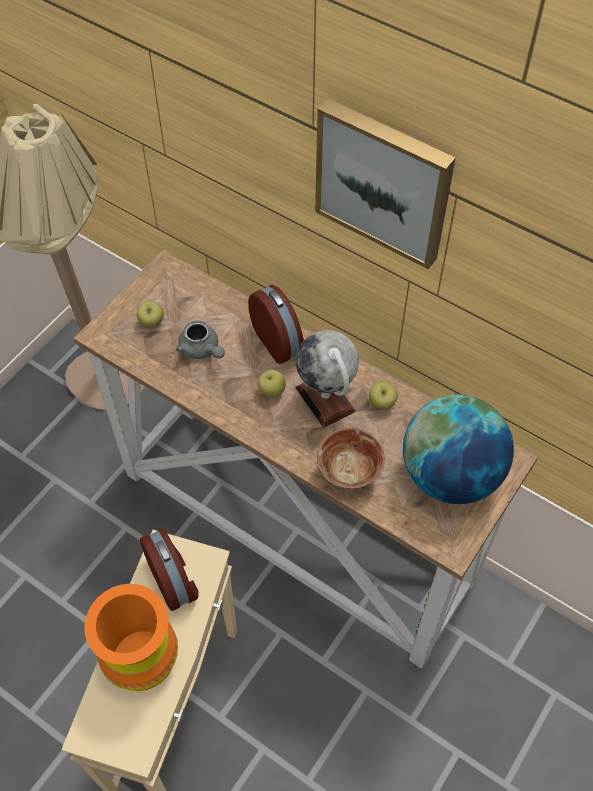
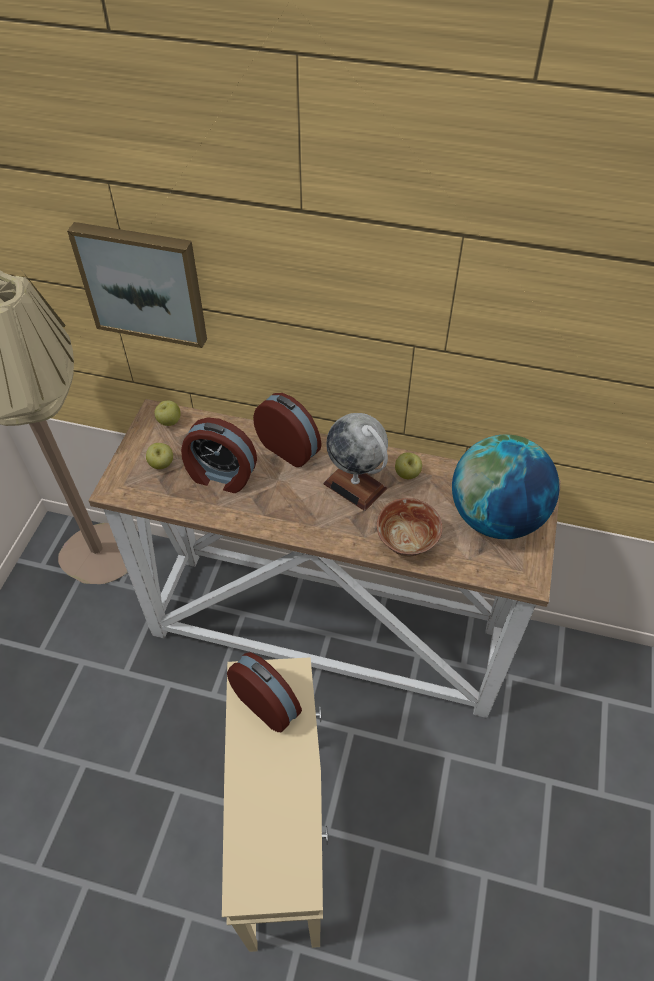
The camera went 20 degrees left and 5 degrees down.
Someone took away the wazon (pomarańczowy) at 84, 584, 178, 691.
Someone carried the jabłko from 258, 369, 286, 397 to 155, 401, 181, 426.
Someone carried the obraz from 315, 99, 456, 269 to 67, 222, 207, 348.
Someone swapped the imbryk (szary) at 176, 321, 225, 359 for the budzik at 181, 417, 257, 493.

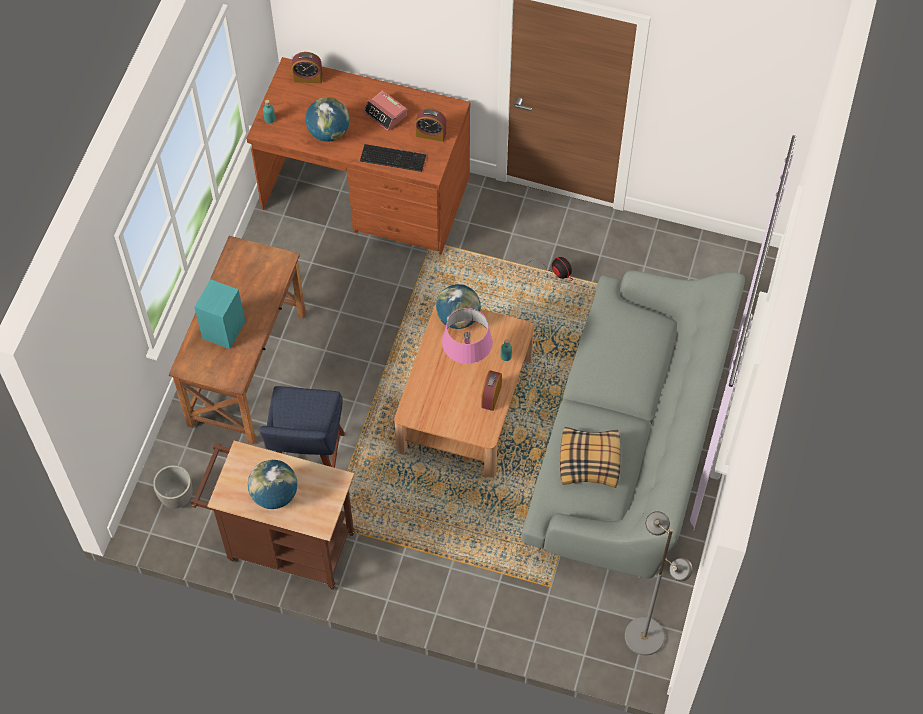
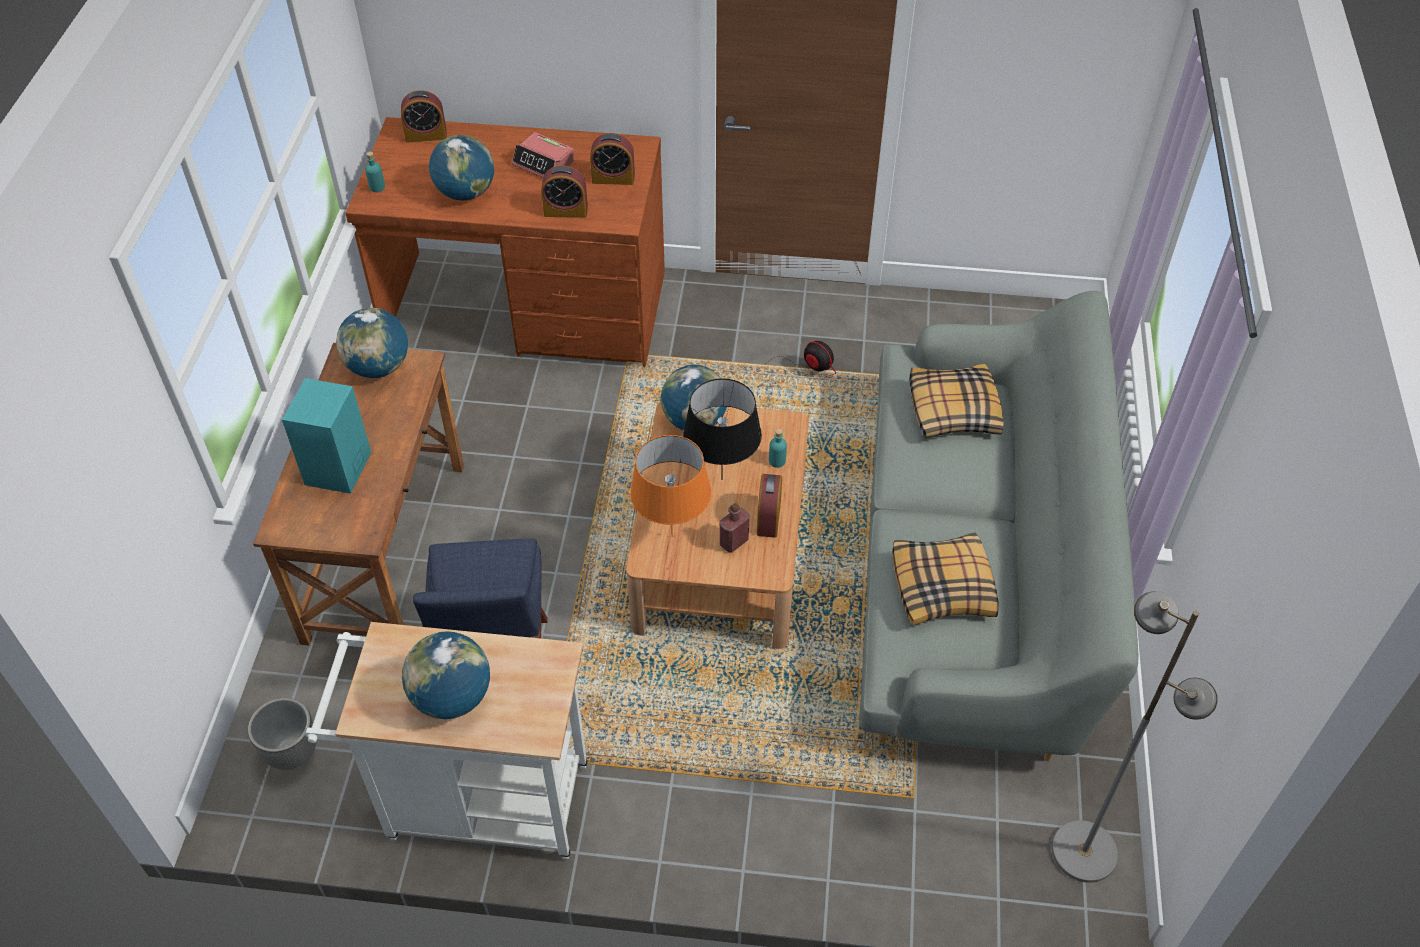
The camera went 10 degrees left and 10 degrees down.
Someone put down the globus at 336, 308, 408, 378.
Someone put down the lampa stołowa (pomarańczowy) at 630, 435, 711, 537.
Someone put down the butelka (czerwony) at 719, 503, 750, 553.
Someone put down the poduszka at 909, 364, 1004, 439.
Someone swapped the klawiatura at 360, 144, 426, 172 for the budzik at 541, 165, 588, 218.
Someone repainted the wózek (brązowy) at 190, 441, 354, 590, which became the wózek (biały) at 305, 622, 587, 859.
Someone repainted the lampa stołowa (różowy) at 442, 308, 493, 365, which became the lampa stołowa (czarny) at 683, 378, 762, 480.

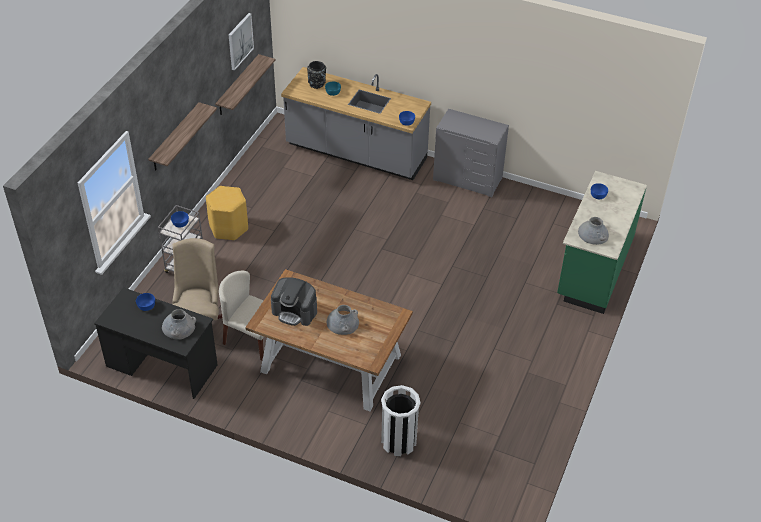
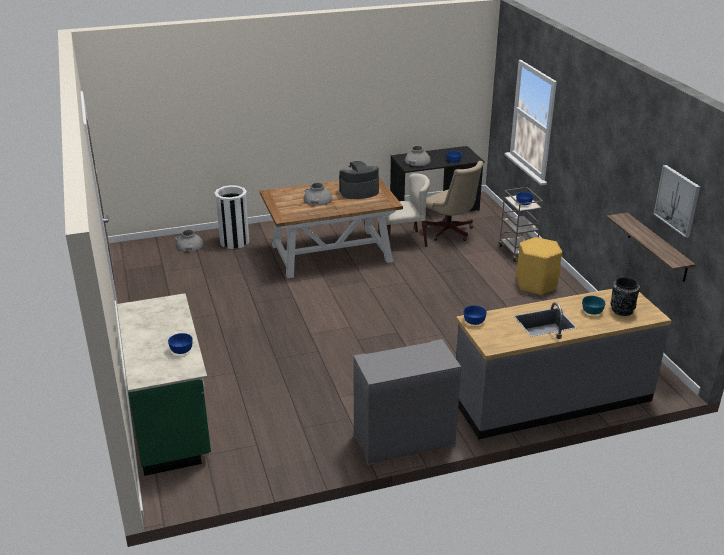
The camera went 140 degrees right and 15 degrees down.
Someone took away the półka at 148, 102, 217, 171.
Someone carried the wazon (szary) from 578, 217, 609, 245 to 175, 229, 204, 252.

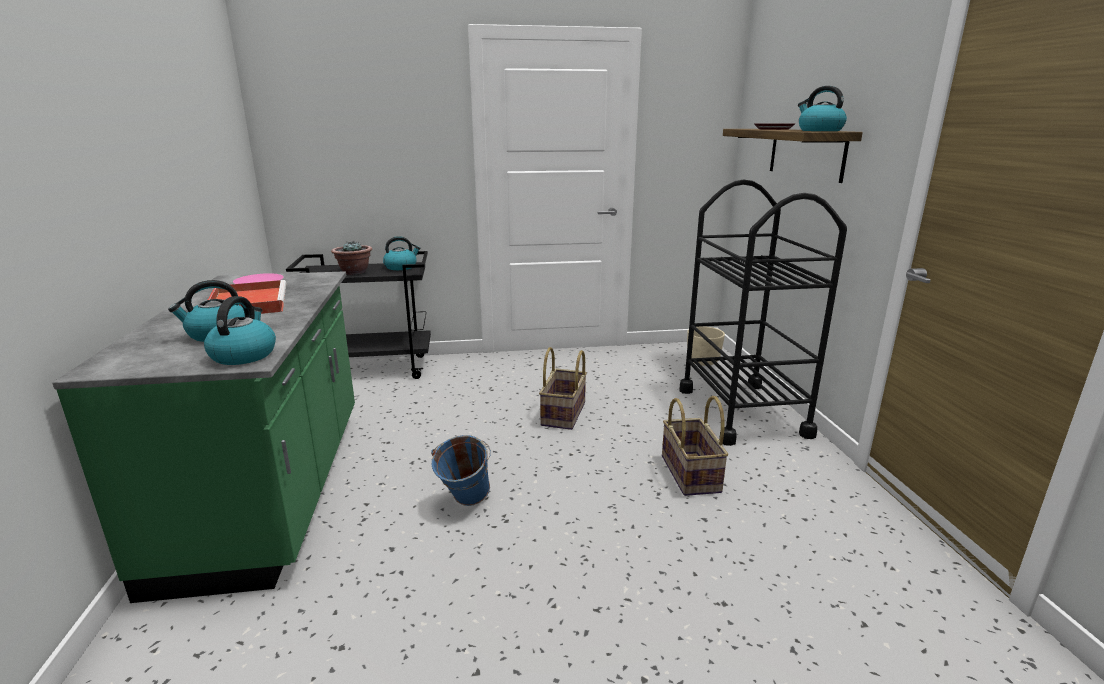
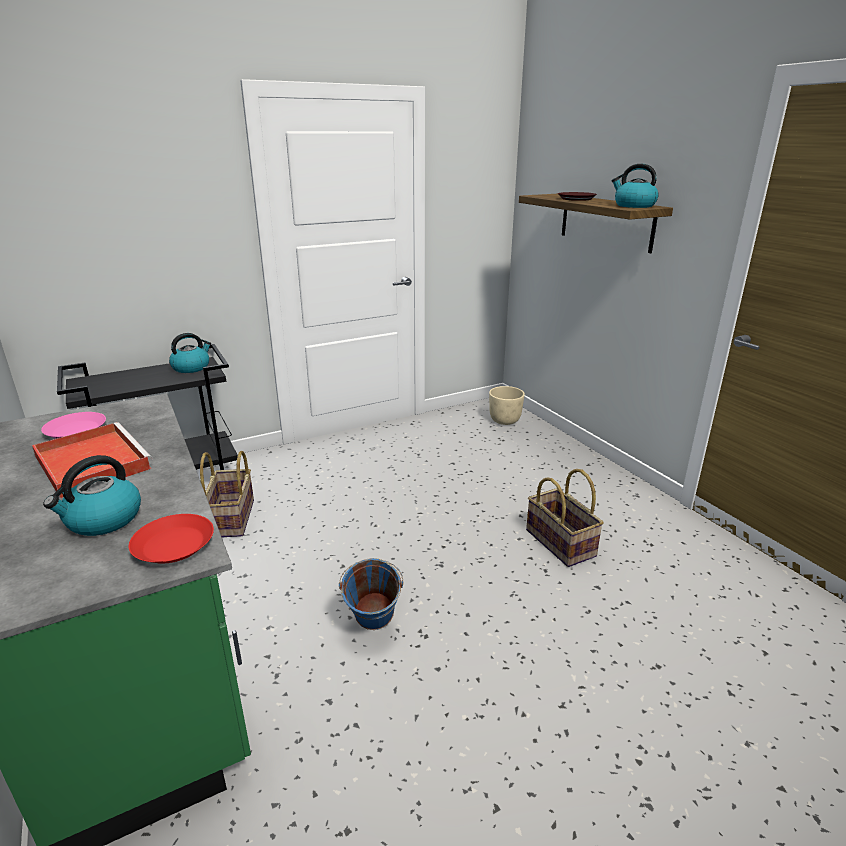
The camera went 20 degrees left and 5 degrees up.
Someone took away the roślina doniczkowa at 331, 240, 372, 275.
Someone took away the wózek (czarny) at 679, 180, 847, 446.
Someone carried the koszyk from 539, 347, 587, 430 to 200, 451, 254, 537.
Someone swapped the czajnik at 204, 296, 276, 365 for the talerz (czerwony) at 129, 514, 214, 563.

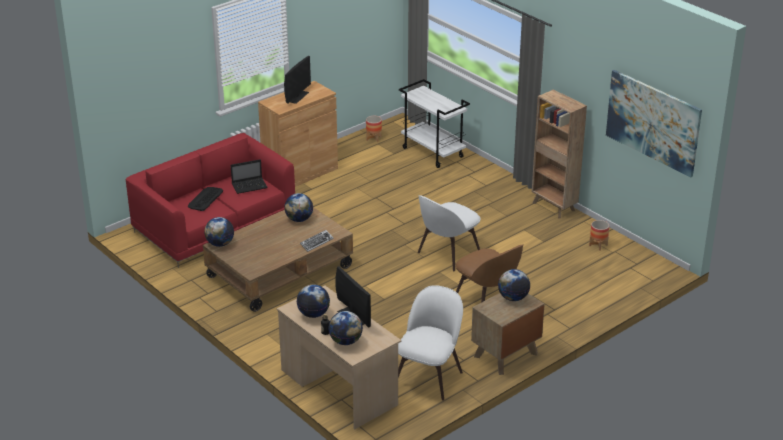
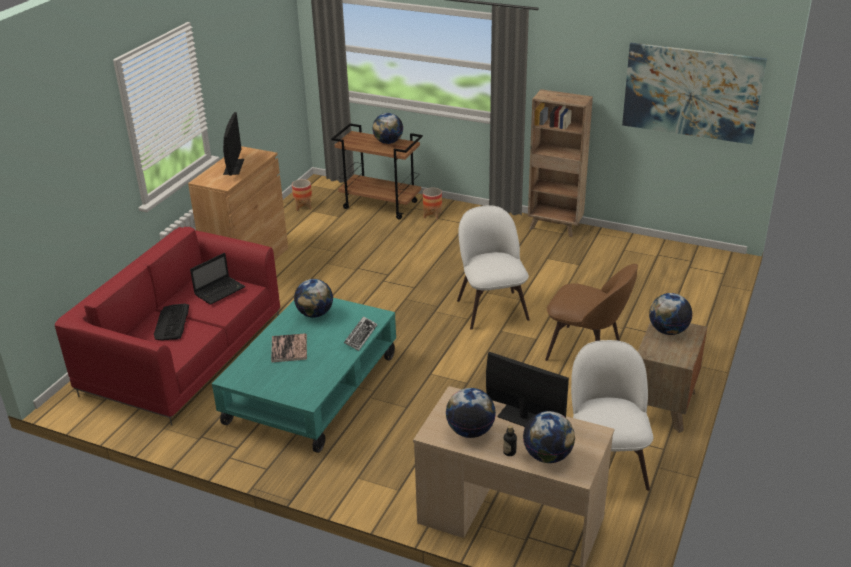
The camera went 25 degrees left and 0 degrees up.
Someone put down the książka at 271, 333, 307, 362.
Someone carried the globus from 204, 217, 234, 247 to 372, 113, 403, 144.
Someone carried the donica from 589, 220, 609, 251 to 423, 188, 442, 220.
Someone repainted the ława (brązowy) at 203, 207, 353, 312, which became the ława (turkusowy) at 212, 298, 396, 453.
Someone repainted the wózek (biały) at 399, 79, 470, 168, which became the wózek (brązowy) at 331, 123, 423, 220.
Someone rotated the krzesło (biały) at 418, 195, 480, 271 by 150 degrees clockwise.

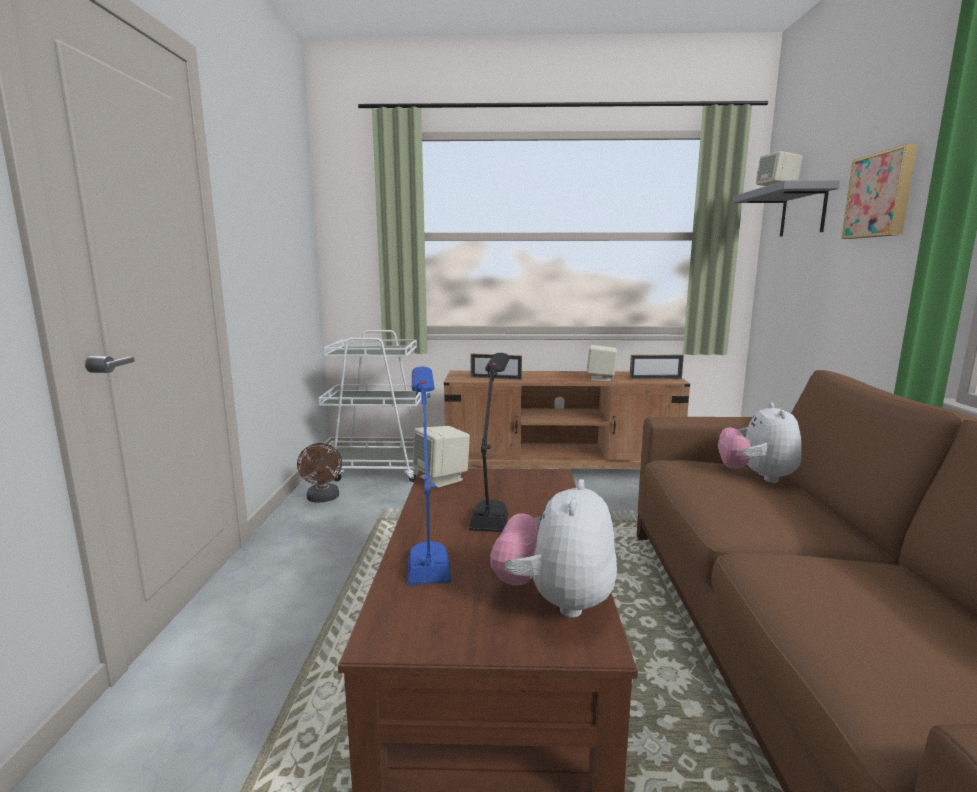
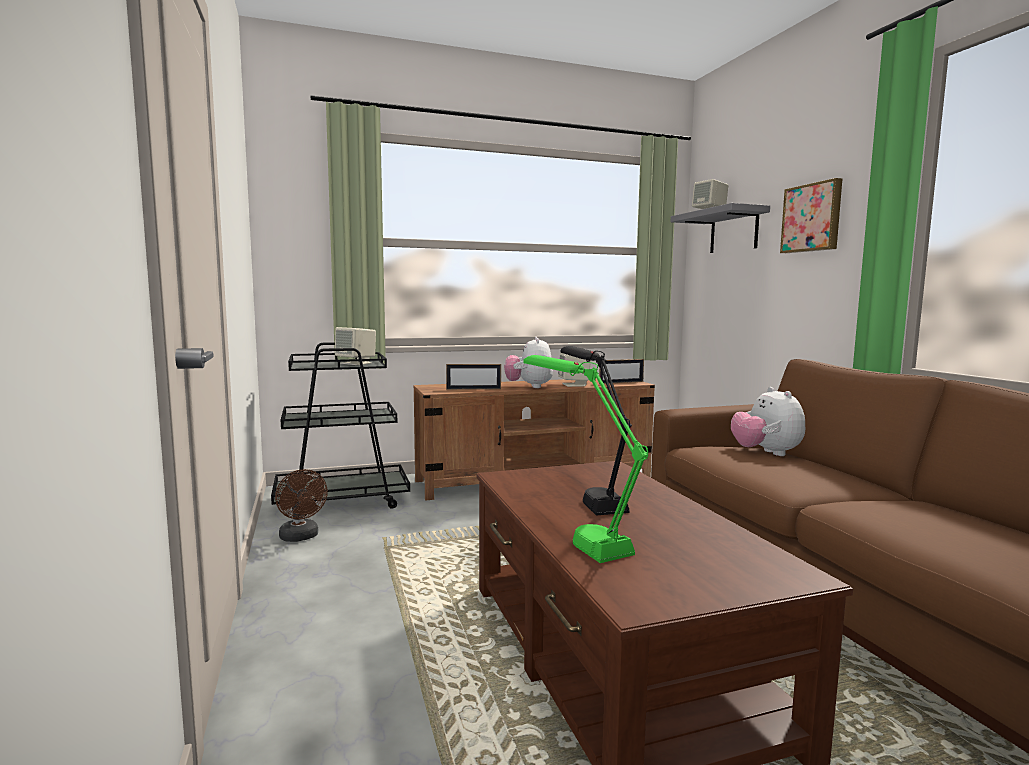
The camera went 20 degrees left and 5 degrees down.
Someone carried the głośnik (beżowy) from 413, 426, 470, 488 to 335, 327, 376, 365.
Someone carried the pluszak from 490, 479, 617, 618 to 504, 337, 553, 388.
Someone repainted the wózek (biały) at 319, 330, 422, 482, which became the wózek (czarny) at 271, 342, 410, 516.
Someone repainted the lampa stołowa (niebieski) at 408, 367, 451, 585, which became the lampa stołowa (zielony) at 523, 355, 648, 563.

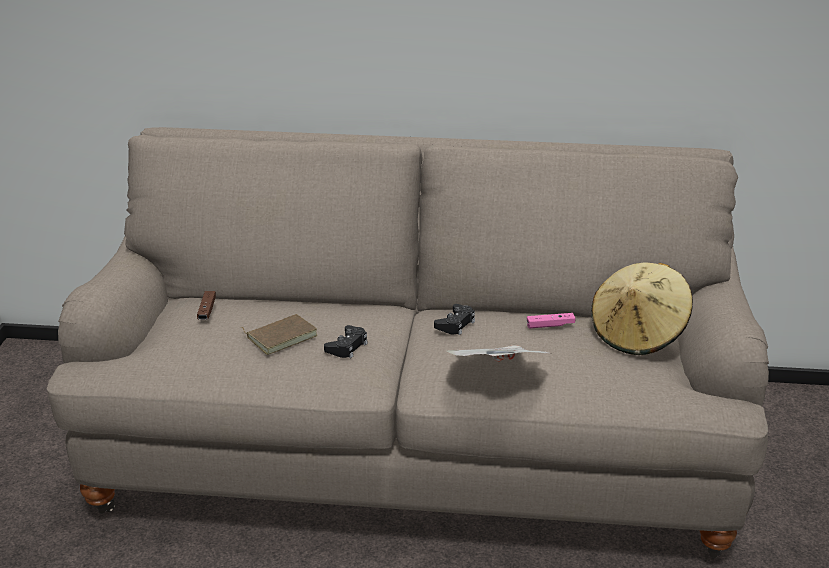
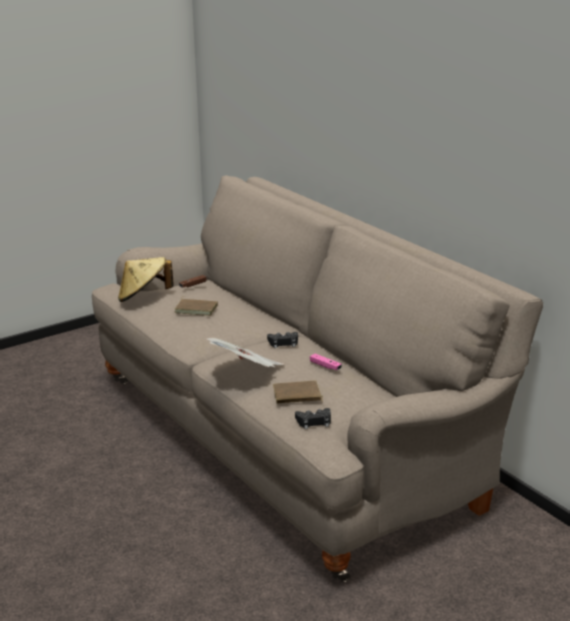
The camera went 50 degrees right and 5 degrees down.
Someone put down the książka (brązowy) at 273, 380, 323, 404.
Someone carried the pad do gier (czarny) from 324, 325, 368, 358 to 295, 408, 331, 429.
Someone carried the kapelusz (beżowy) from 591, 263, 693, 355 to 118, 257, 174, 302.

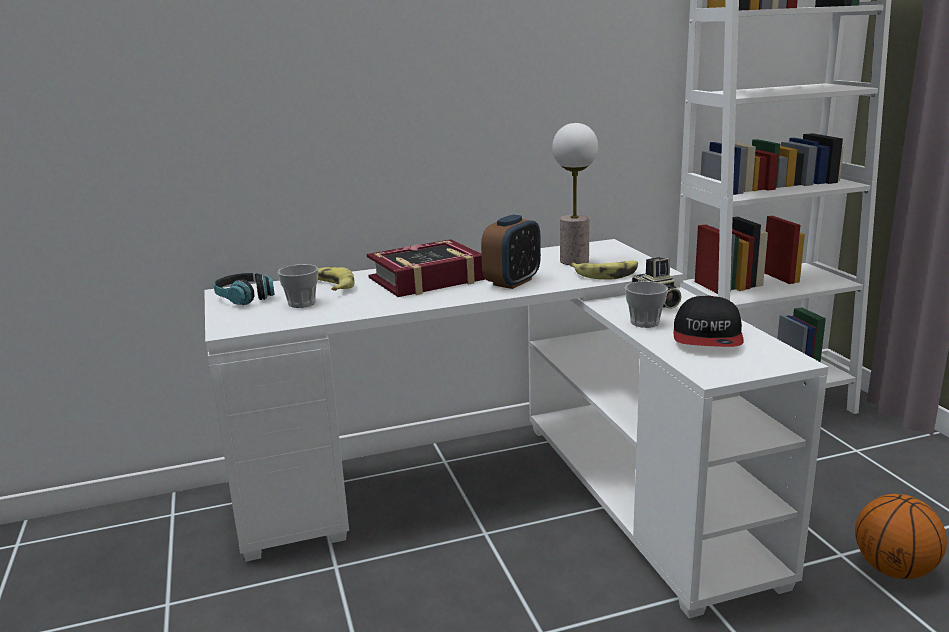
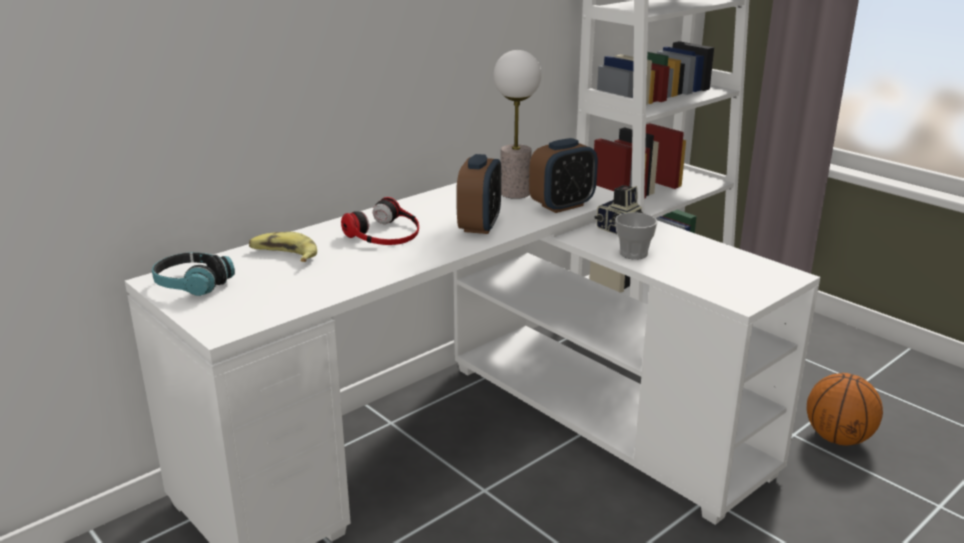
The camera went 25 degrees left and 5 degrees up.
Someone took away the filiżanka at 277, 264, 318, 308.
Someone took away the czapka z daszkiem at 674, 295, 744, 347.
Someone swapped the książka at 367, 239, 485, 297 for the słuchawki at 341, 197, 419, 245.
Someone swapped the banan at 570, 261, 638, 280 for the budzik at 529, 138, 598, 213.

